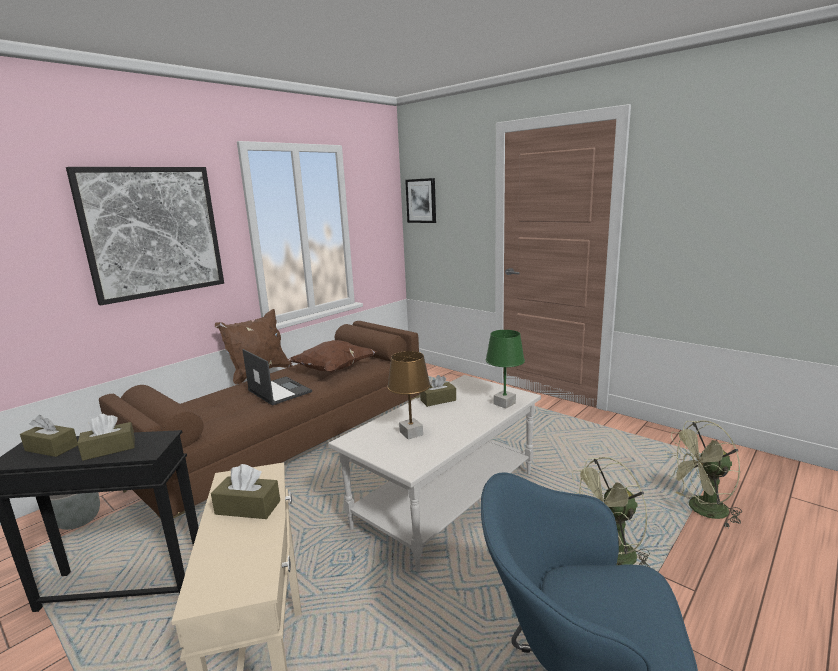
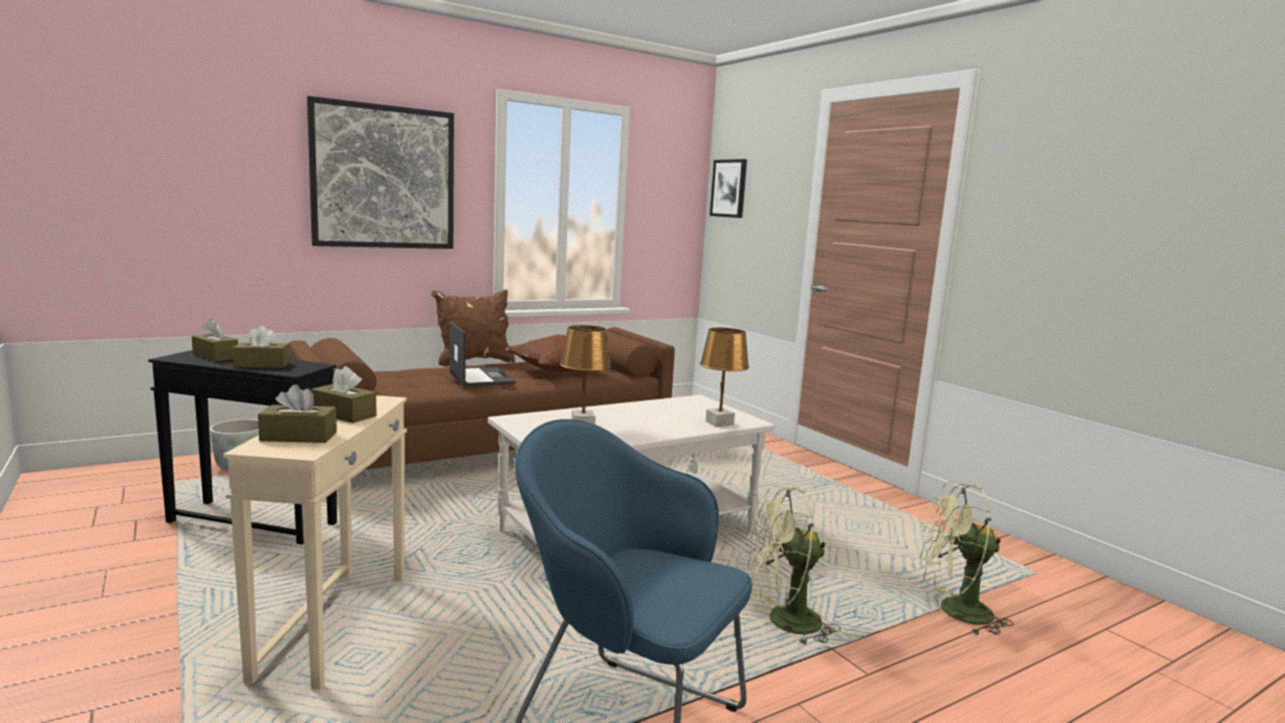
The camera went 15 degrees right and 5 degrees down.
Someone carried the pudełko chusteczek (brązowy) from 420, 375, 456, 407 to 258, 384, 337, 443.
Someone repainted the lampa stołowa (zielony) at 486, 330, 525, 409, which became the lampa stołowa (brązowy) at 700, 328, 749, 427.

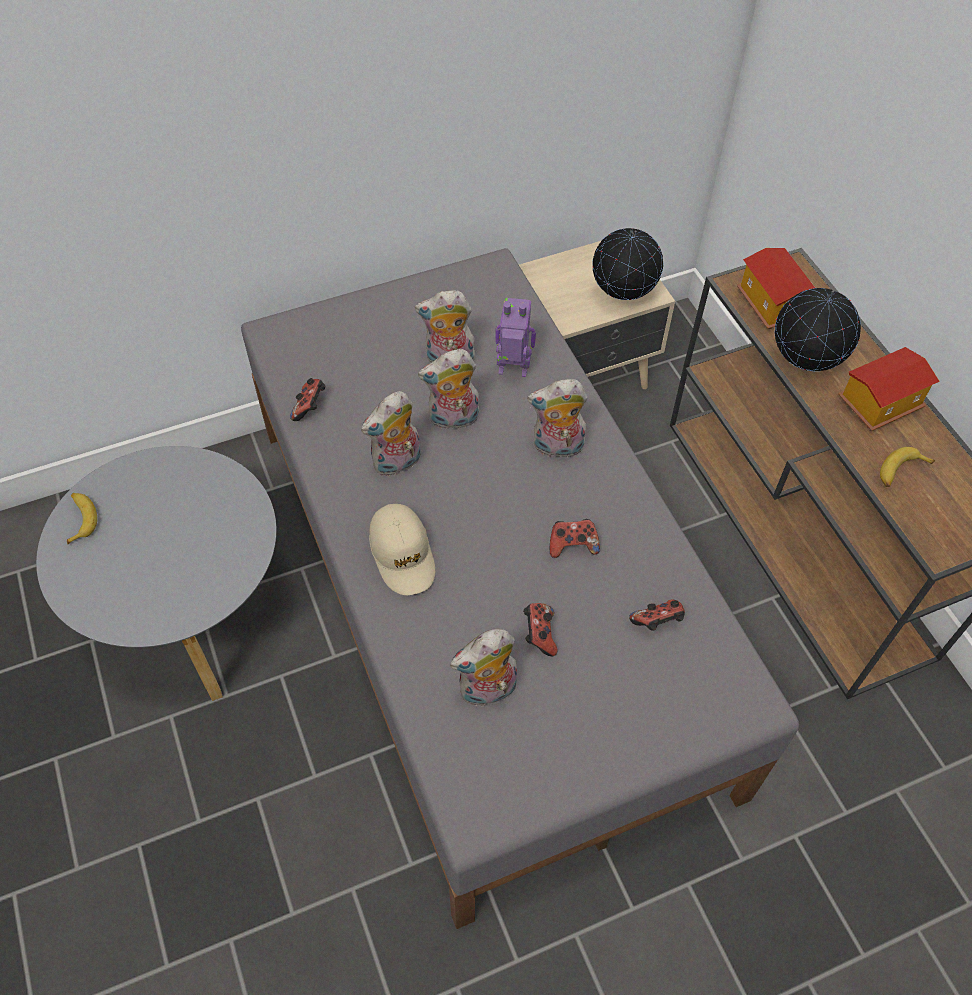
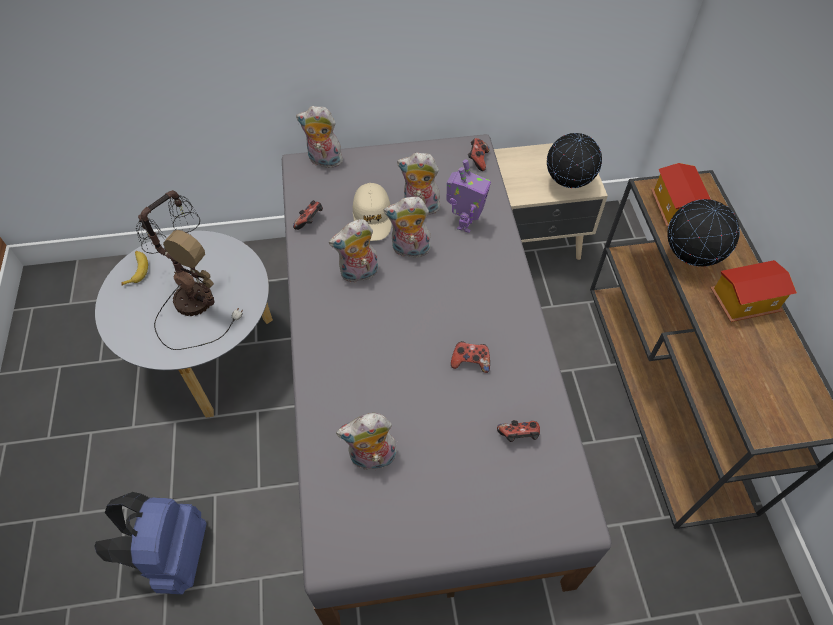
The camera went 15 degrees right and 0 degrees up.
Someone took away the banan at 880, 447, 935, 487.
Someone put down the plecak (niebieski) at 94, 492, 206, 594.
Someone put down the lampa stołowa at 136, 190, 243, 350.
Someone carried the czapka z daszkiem (beżowy) from 369, 504, 435, 596 to 353, 183, 392, 241.
Someone carried the pad do gier from 523, 603, 558, 656 to 468, 138, 490, 171.
Someone carried the pluszak from 527, 379, 588, 461 to 296, 106, 343, 168.
Someone rotated the robot zabawkowy at 495, 298, 536, 377 by 90 degrees clockwise.

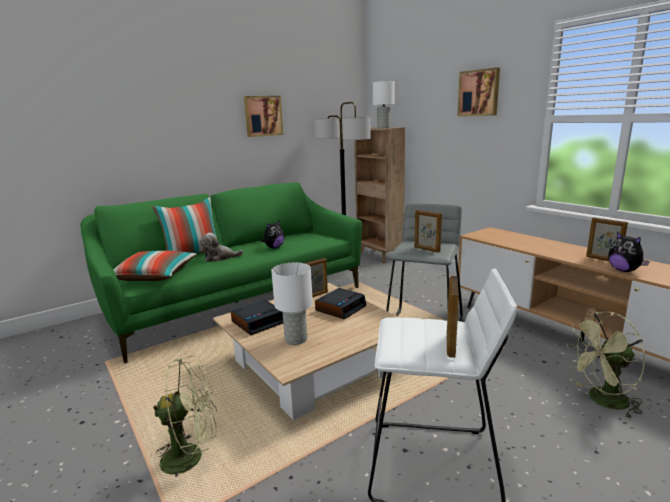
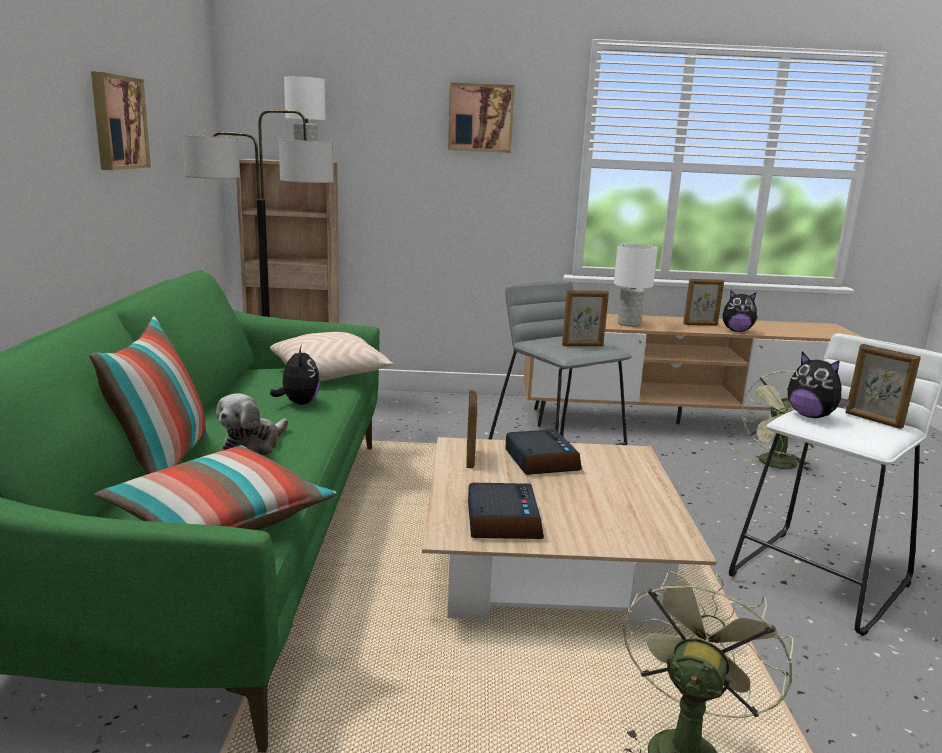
The camera went 55 degrees left and 0 degrees up.
Someone put down the poduszka (beżowy) at 270, 332, 394, 381.
Someone put down the pluszak at 788, 352, 850, 418.
Someone carried the lampa stołowa (biały) from 271, 263, 313, 345 to 614, 244, 658, 327.

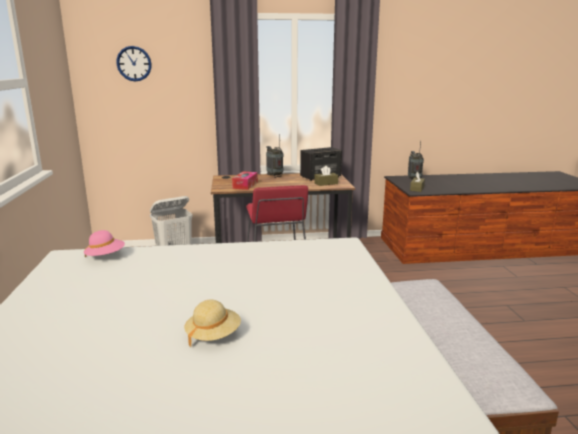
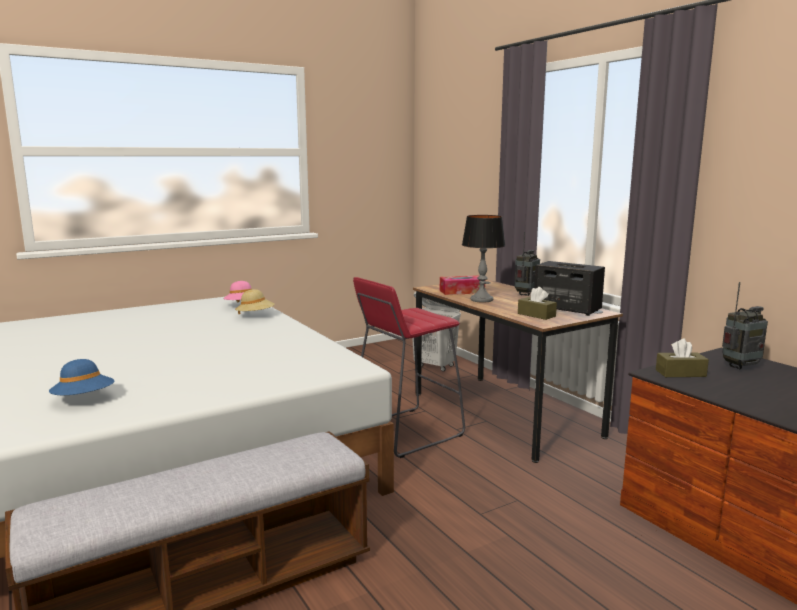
The camera went 65 degrees right and 5 degrees down.
Someone took away the zegar ścienny at 116, 46, 152, 82.
Someone put down the kapelusz (niebieski) at 49, 359, 115, 395.
Someone put down the lampa stołowa at 462, 215, 505, 302.
Someone carried the kapelusz (beżowy) from 184, 300, 241, 347 to 235, 289, 275, 314.

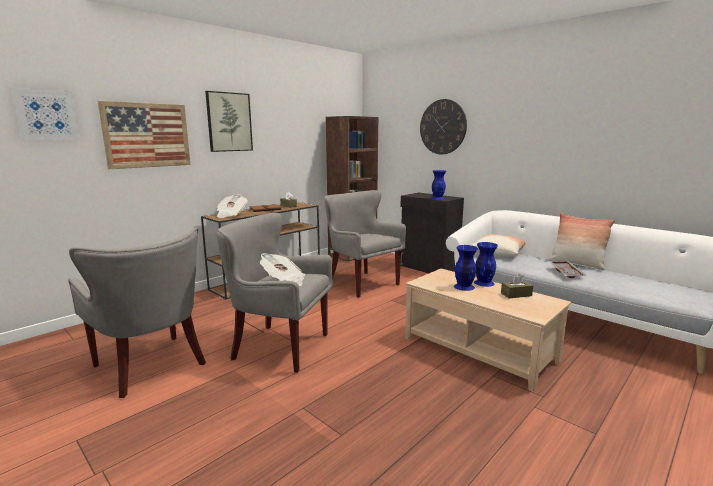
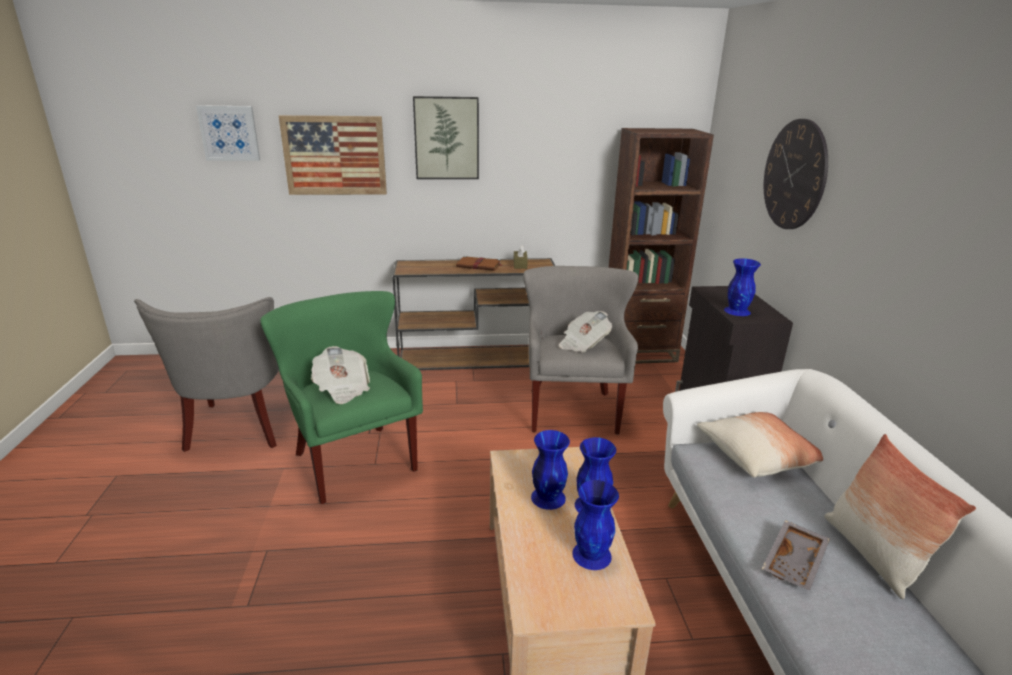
The camera went 40 degrees right and 10 degrees up.
Someone carried the gazeta from 216, 194, 248, 218 to 559, 311, 612, 353.
Someone swapped the pudełko chusteczek (brązowy) at 501, 274, 533, 298 for the wazon (niebieski) at 572, 480, 619, 570.
Someone repainted the fotel (szary) at 217, 213, 333, 373, which became the fotel (zielony) at 260, 291, 423, 505.

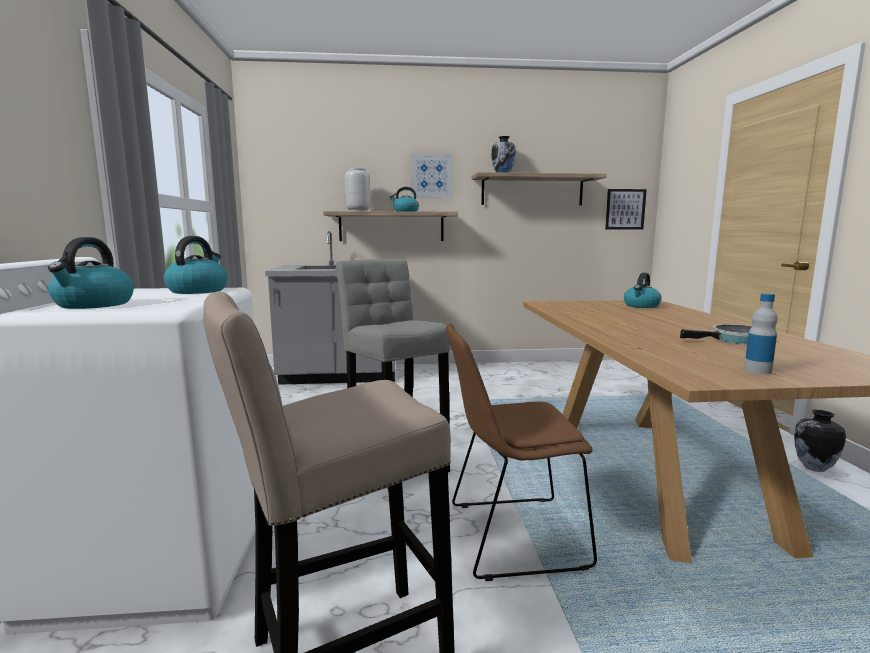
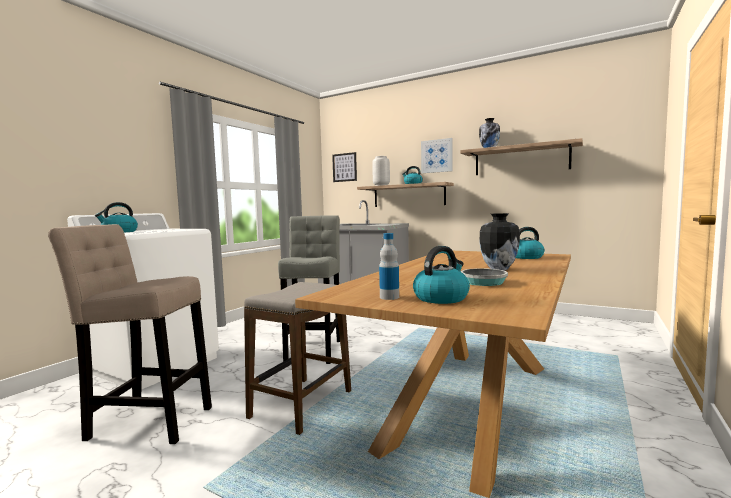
The camera went 35 degrees right and 5 degrees down.
Someone carried the czajnik from 164, 236, 228, 294 to 413, 246, 470, 304.
Someone carried the obraz from 605, 189, 647, 229 to 332, 152, 357, 182.
Someone carried the wazon from 794, 410, 846, 472 to 479, 213, 520, 271.
Someone swapped the krzesło (brązowy) at 446, 324, 597, 581 for the stołek at 244, 282, 351, 435.

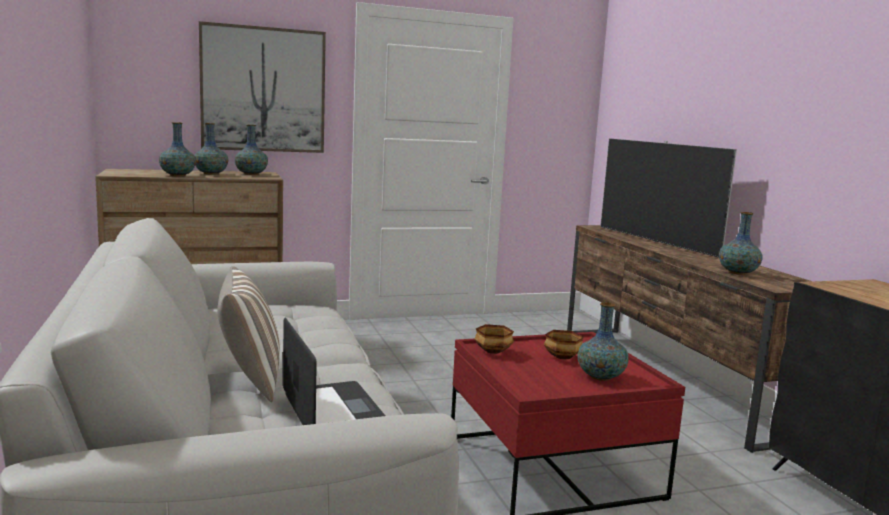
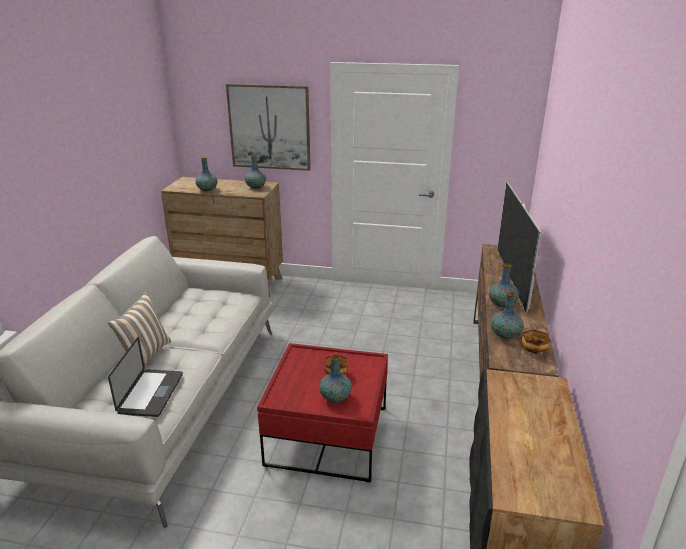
The camera went 30 degrees right and 15 degrees up.
Someone carried the wazon from 194, 123, 228, 175 to 489, 263, 519, 307.
Someone carried the miska from 475, 324, 514, 354 to 522, 329, 550, 354.

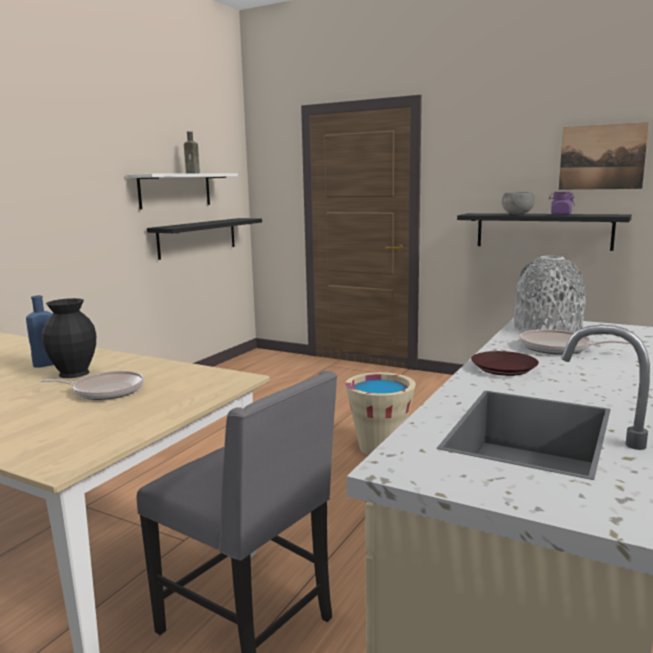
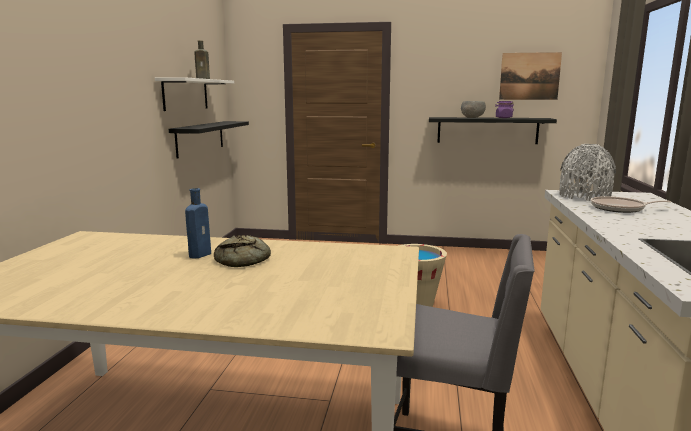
The camera went 20 degrees left and 0 degrees up.
Someone took away the patelnia at 41, 371, 144, 400.
Someone took away the talerz (brązowy) at 471, 351, 539, 376.
Someone swapped the wazon (czarny) at 42, 298, 96, 378 for the chleb at 214, 235, 271, 267.

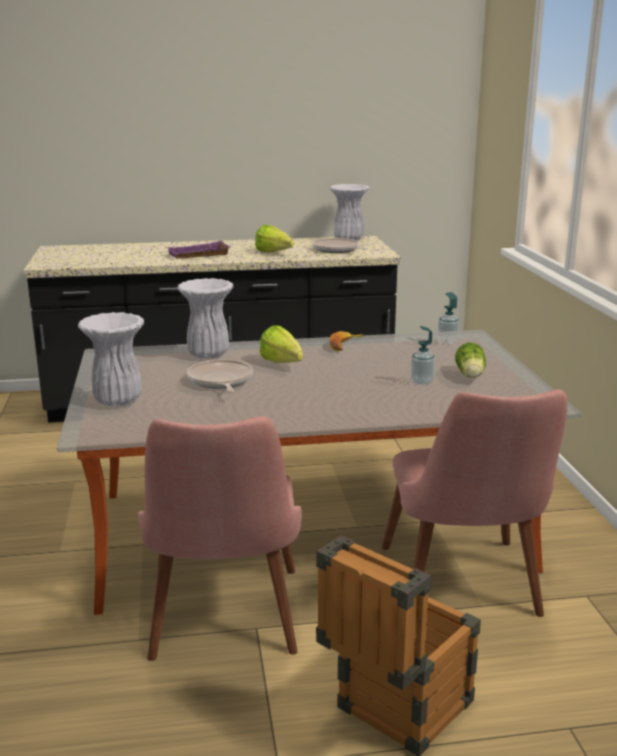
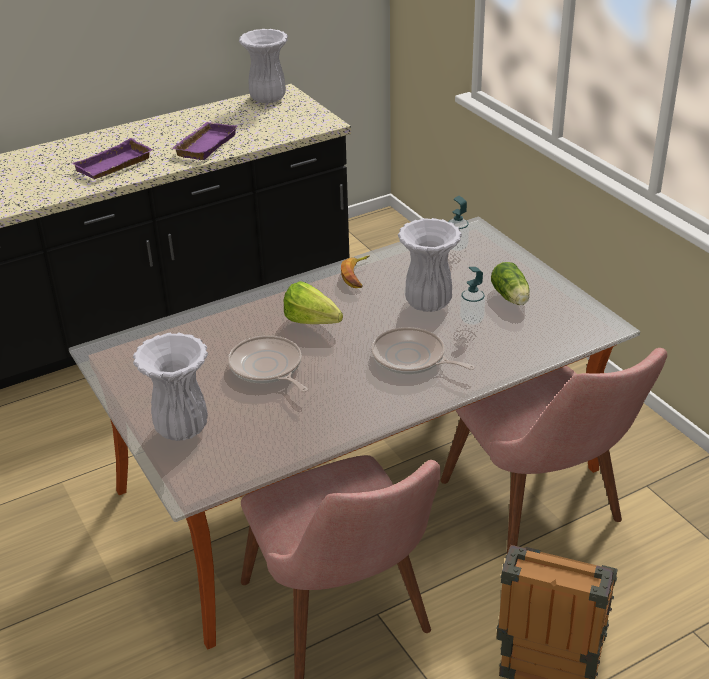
The camera went 20 degrees left and 15 degrees up.
Someone carried the wazon (biały) from 177, 278, 234, 359 to 398, 218, 462, 312.
Someone carried the patelnia from 313, 238, 367, 253 to 372, 327, 475, 374.
Someone swapped the sałata at 255, 225, 294, 252 for the taca (fioletowy) at 173, 122, 237, 160.

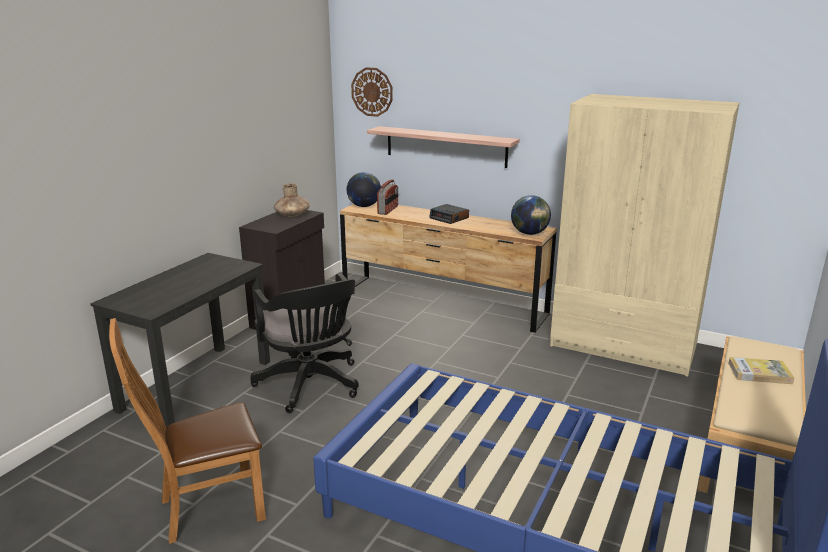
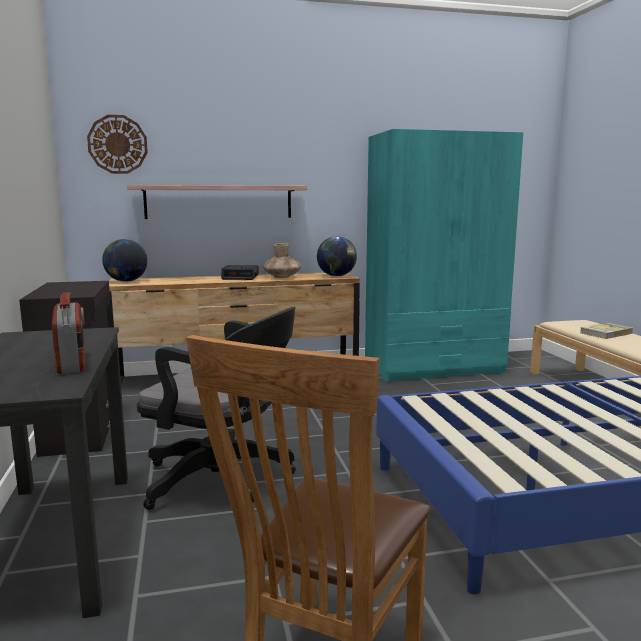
The camera went 40 degrees left and 10 degrees down.
Someone carried the wazon (brązowy) from 274, 183, 310, 217 to 263, 243, 301, 278.
Someone carried the radio from 377, 179, 398, 215 to 52, 292, 85, 374.
Someone repainted the szafa (beżowy) at 550, 94, 739, 377, which became the szafa (turkusowy) at 365, 129, 523, 382.

